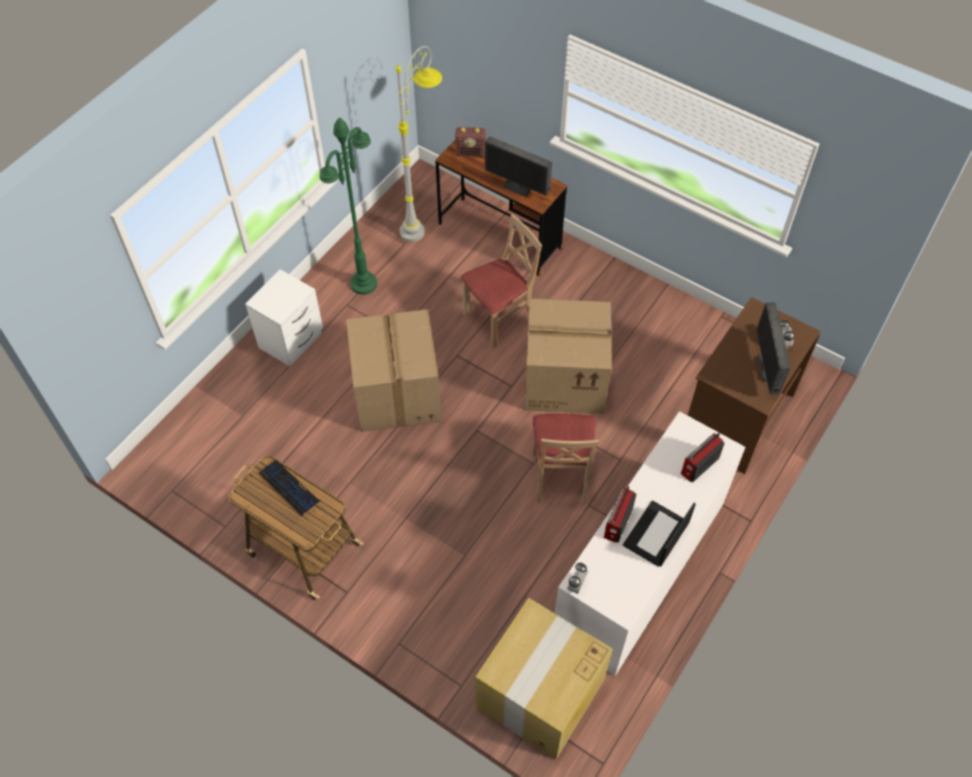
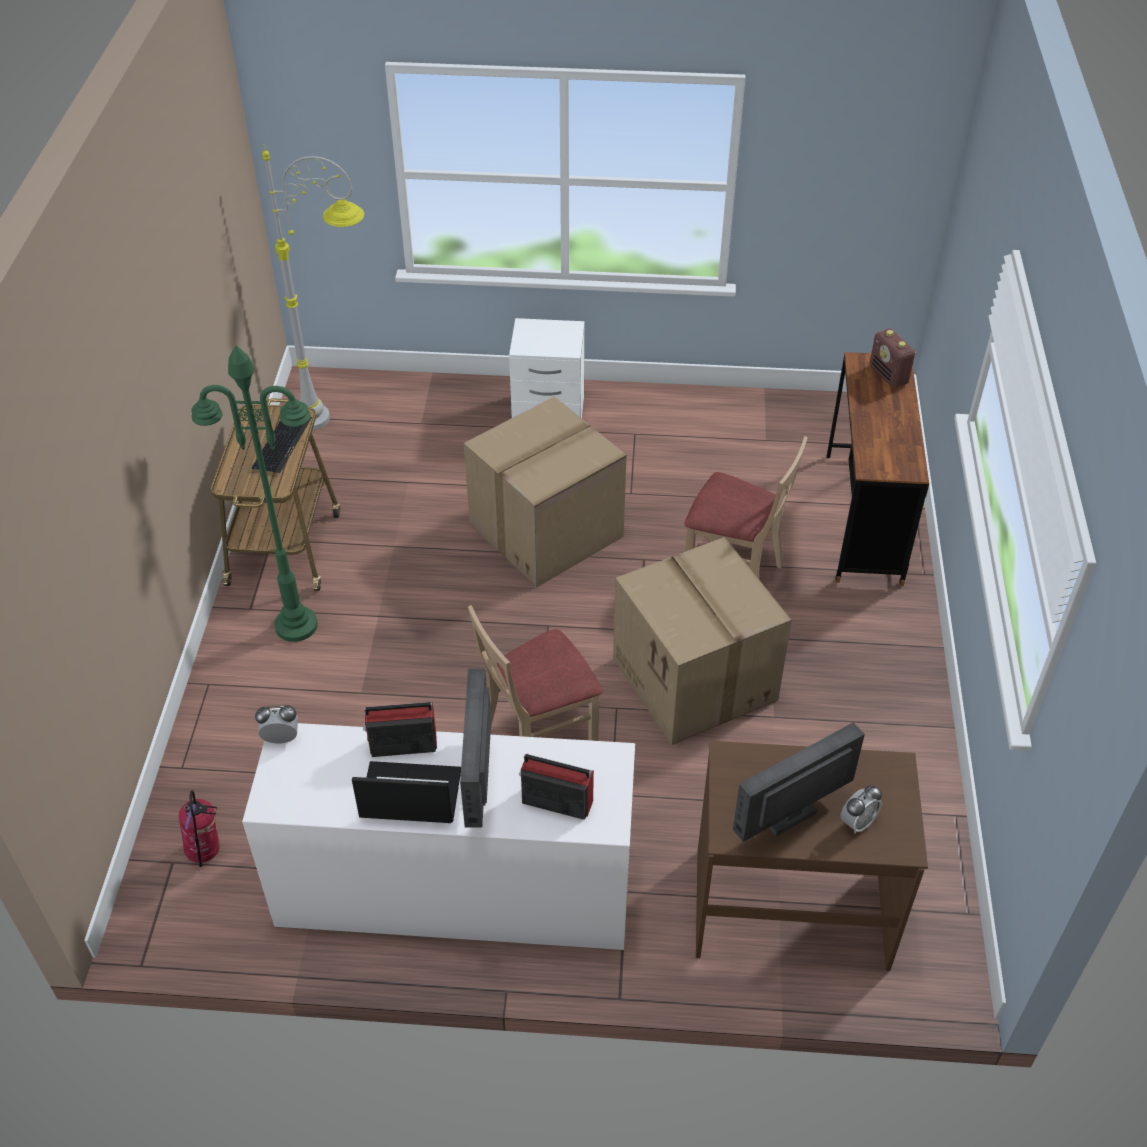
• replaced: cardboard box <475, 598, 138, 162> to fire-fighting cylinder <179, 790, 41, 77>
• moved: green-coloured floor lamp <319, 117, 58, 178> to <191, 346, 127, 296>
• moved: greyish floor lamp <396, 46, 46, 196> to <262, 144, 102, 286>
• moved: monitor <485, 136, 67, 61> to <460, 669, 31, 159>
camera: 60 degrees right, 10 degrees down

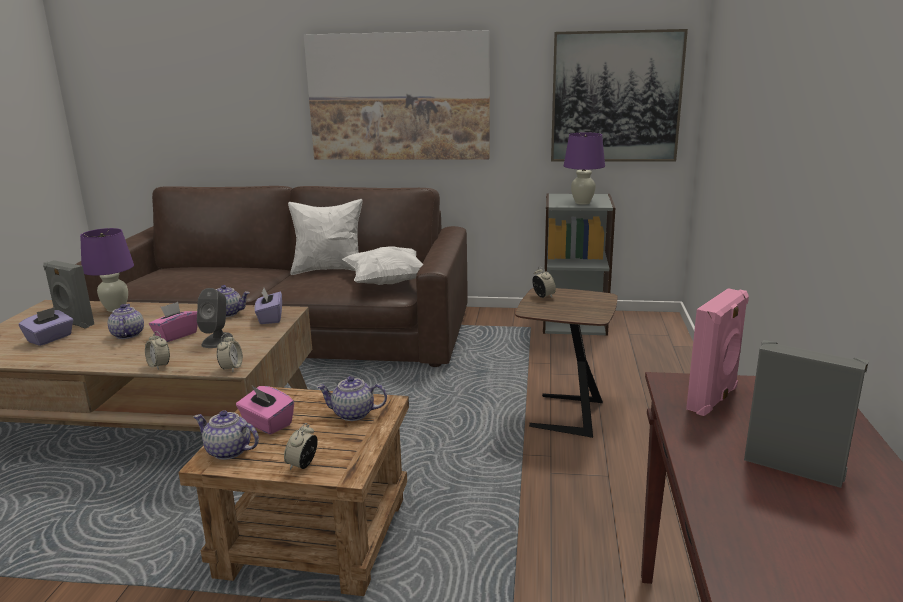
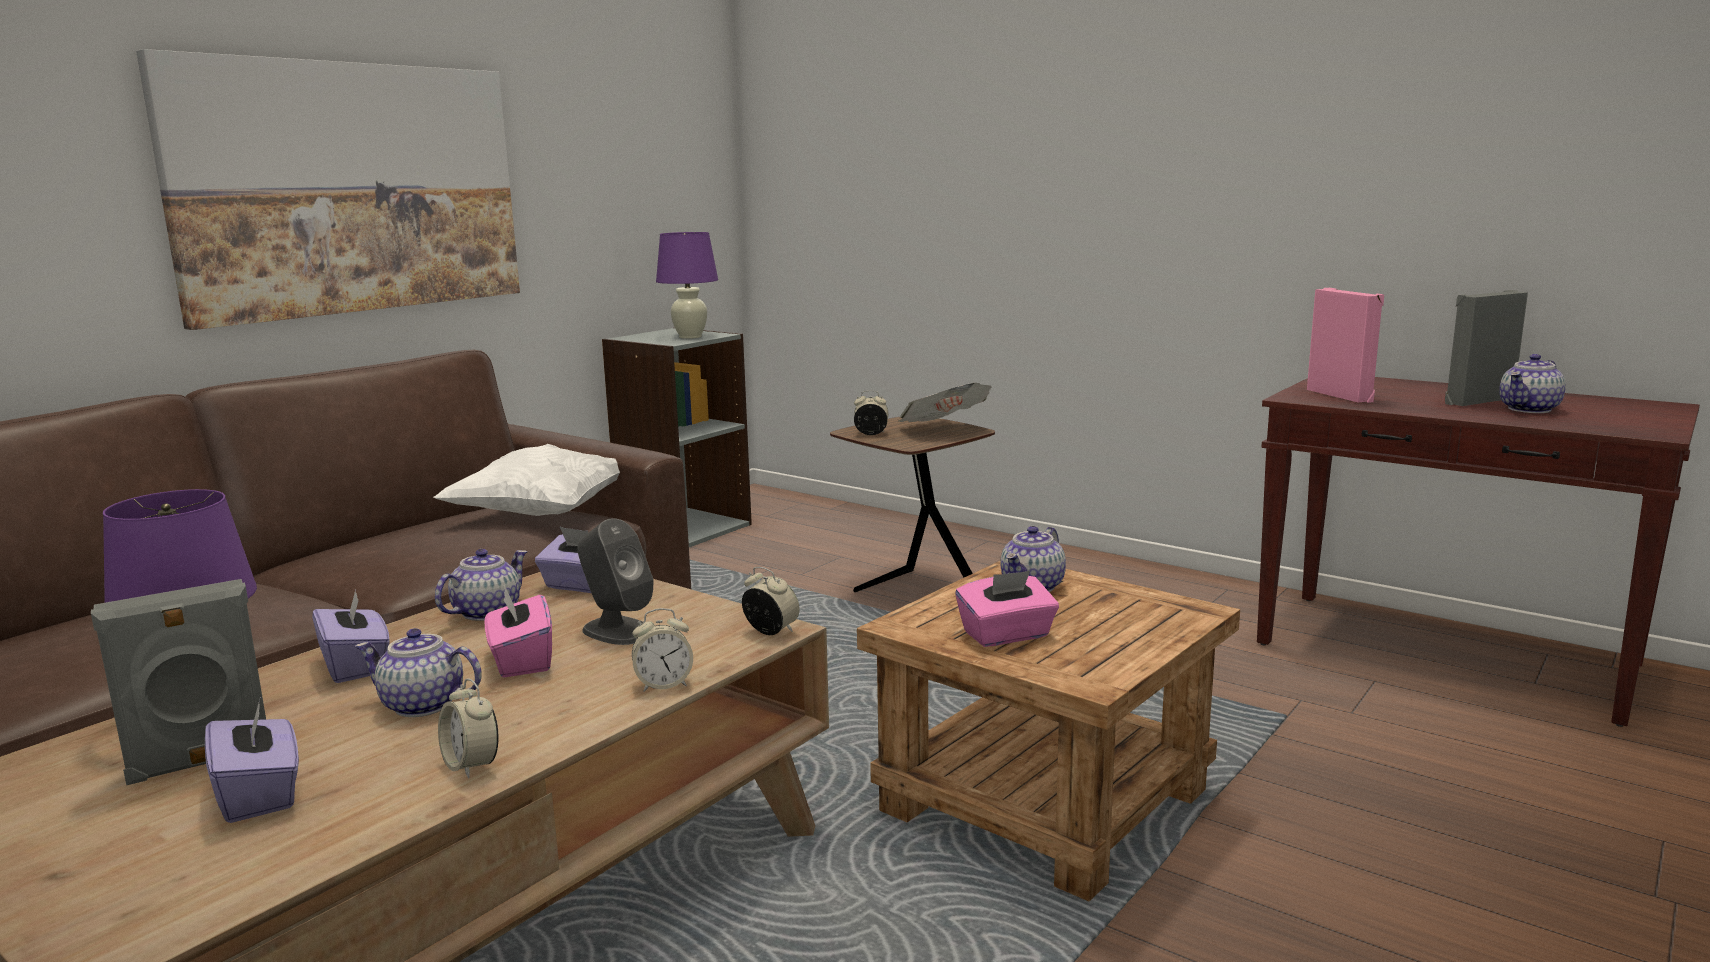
• added: purple-coloured tissue holder <312, 590, 78, 93>
• moved: bedside clock <284, 423, 34, 47> to <438, 678, 61, 100>
• added: daily paper <898, 383, 94, 39>
• moved: pot for tea <193, 410, 66, 50> to <1499, 354, 67, 59>
• removed: white-coloured cushion <288, 199, 74, 76>
• removed: wall picture <551, 29, 137, 133>
camera: 60 degrees left, 5 degrees down

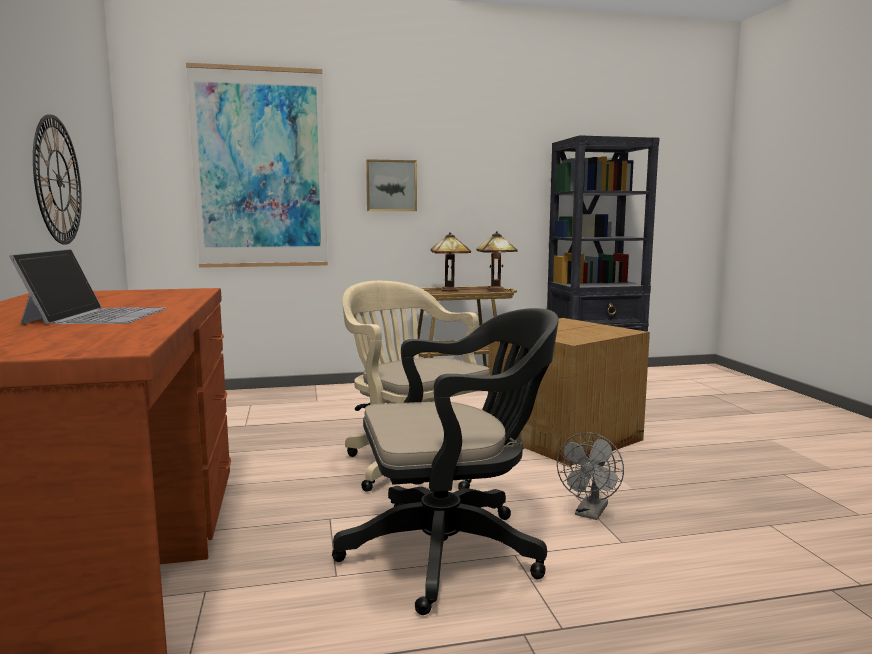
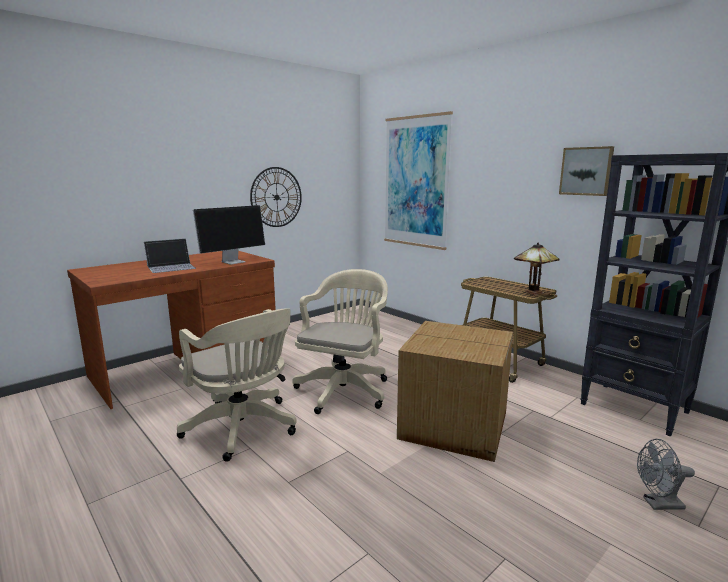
• recoloured: blackish desk chair <332, 308, 227, 307> to beige-coloured desk chair <177, 309, 120, 153>
• added: monitor <193, 205, 72, 60>
• moved: wall picture <366, 159, 51, 52> to <559, 146, 55, 50>
• moved: greyish cooling fan <557, 432, 67, 88> to <637, 439, 58, 71>
• removed: lamp for a table <430, 232, 41, 59>
camera: 60 degrees right, 5 degrees up

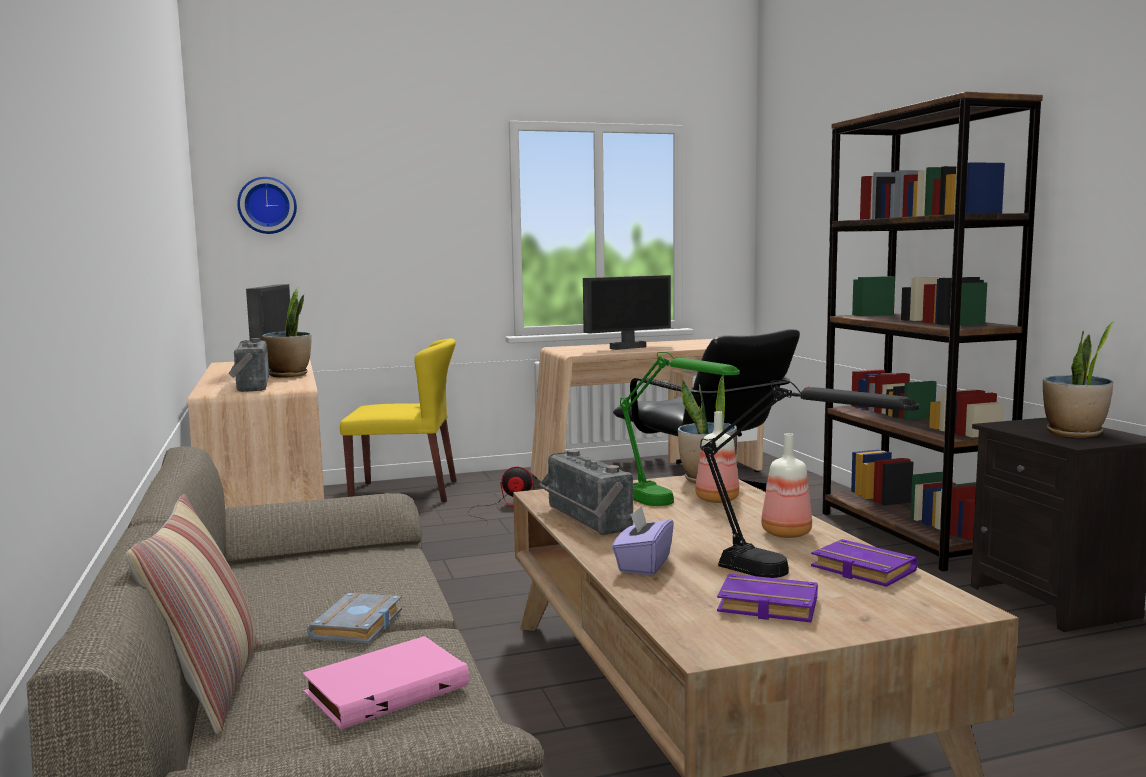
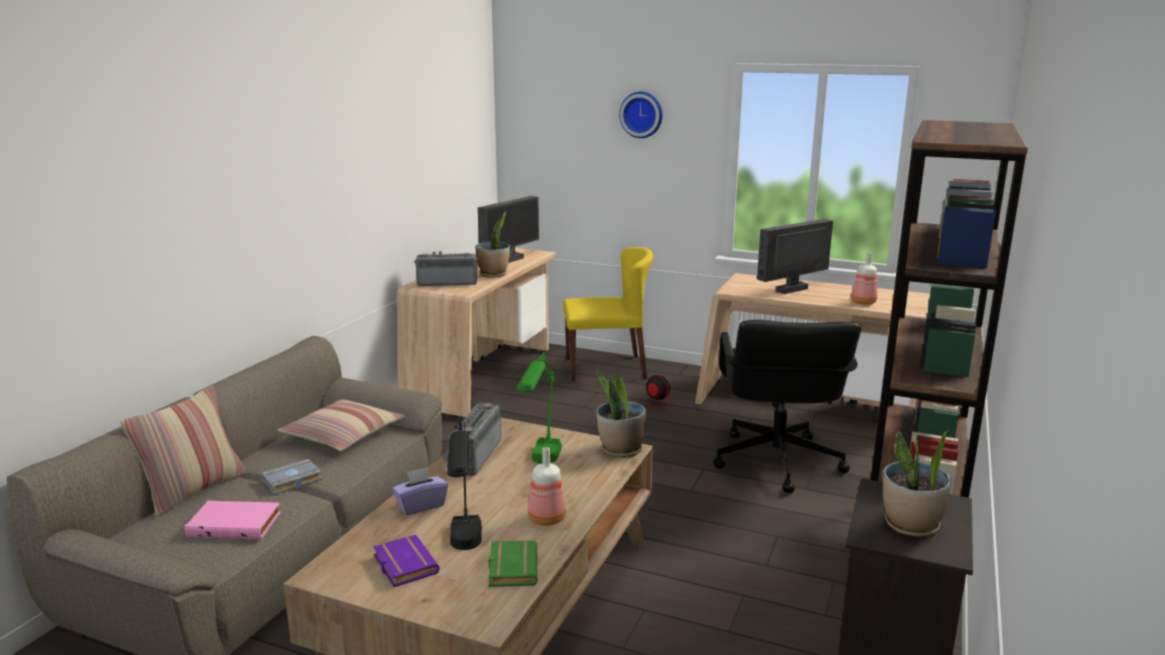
• added: cushion <277, 399, 128, 52>
• turned: radio set <228, 338, 41, 54> = <415, 251, 63, 35> 60 degrees clockwise
• recoloured: purple-coloured book <811, 539, 107, 48> to green-coloured book <489, 540, 49, 47>
• turned: yellow-coloured plain chair <340, 338, 116, 164> = <563, 247, 90, 135> 45 degrees counterclockwise
• moved: hanging clock <237, 177, 60, 57> to <619, 92, 43, 46>
• turned: monitor <583, 275, 88, 75> = <757, 219, 76, 75> 135 degrees clockwise
• moved: beverage bottle <695, 411, 44, 92> to <851, 252, 27, 53>
camera: 40 degrees right, 10 degrees up

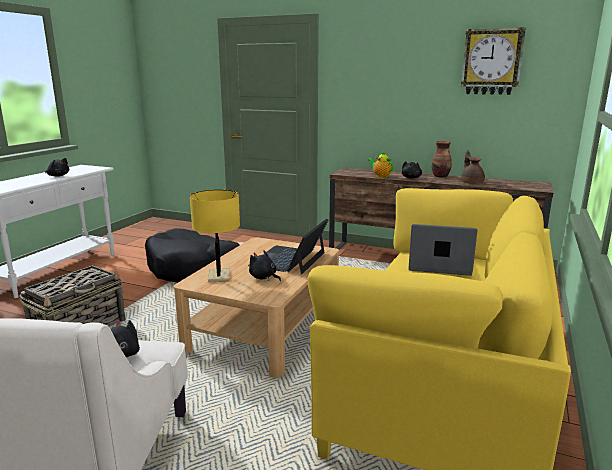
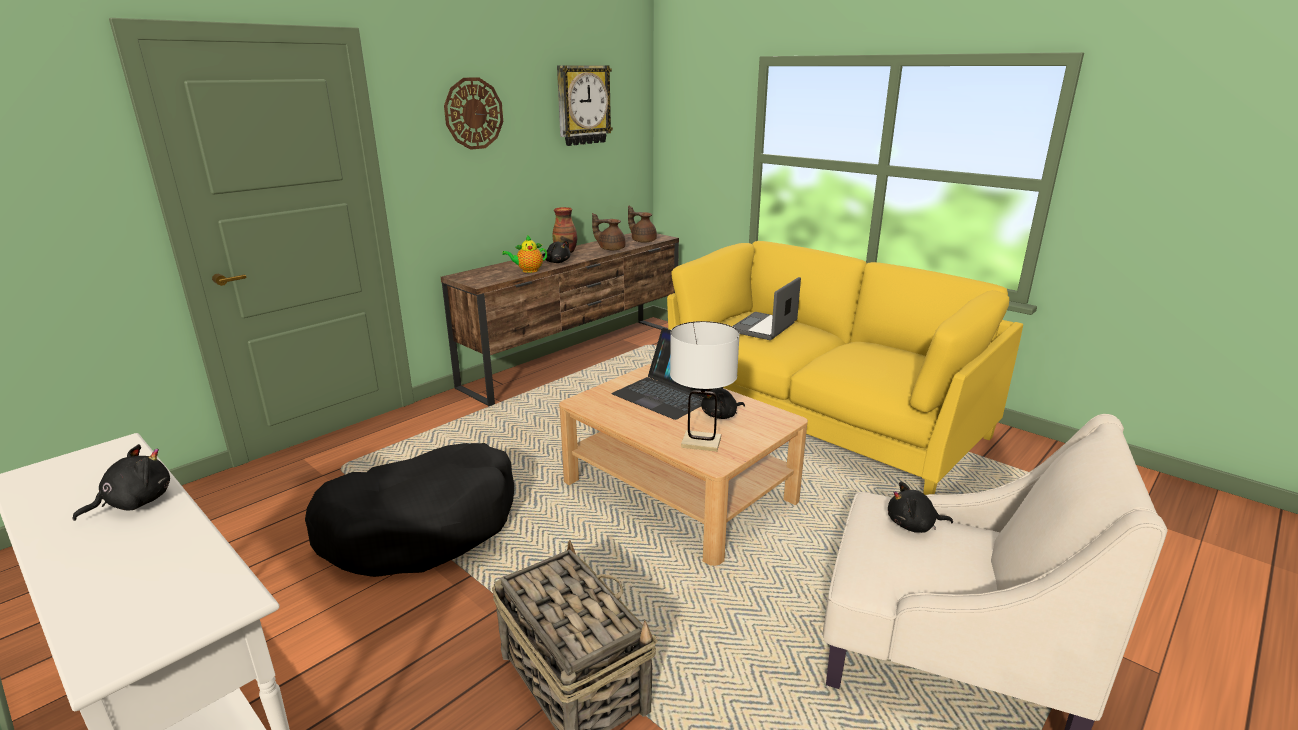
• added: hanging clock <444, 77, 59, 73>
• added: brownish pot for tea <628, 205, 29, 38>
• recoloured: yellow-coloured lamp for a table <190, 190, 50, 92> to white-coloured lamp for a table <670, 321, 70, 131>
camera: 70 degrees left, 5 degrees up

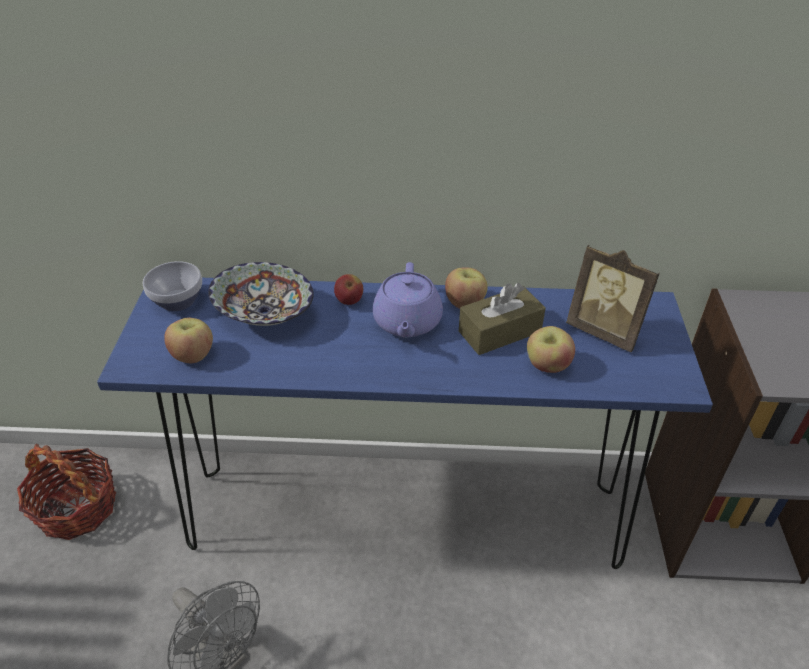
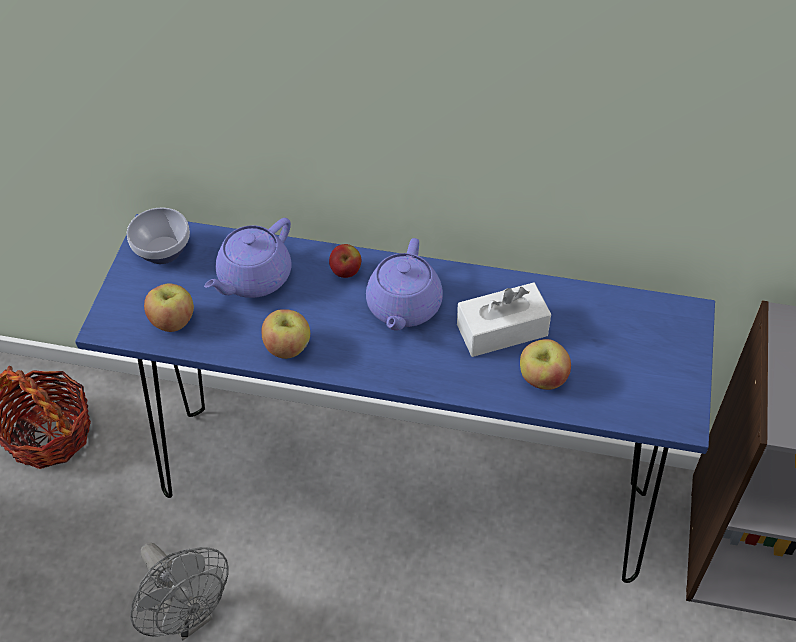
• replaced: bowl <208, 262, 106, 64> to purple-coloured pot for tea <204, 218, 87, 80>
• moved: apple fruit <445, 267, 42, 42> to <261, 309, 49, 50>
• recoloured: brownish tissue holder <459, 283, 87, 72> to white-coloured tissue holder <457, 282, 94, 75>
• removed: photo frame <566, 245, 94, 107>
camera: 10 degrees right, 10 degrees up

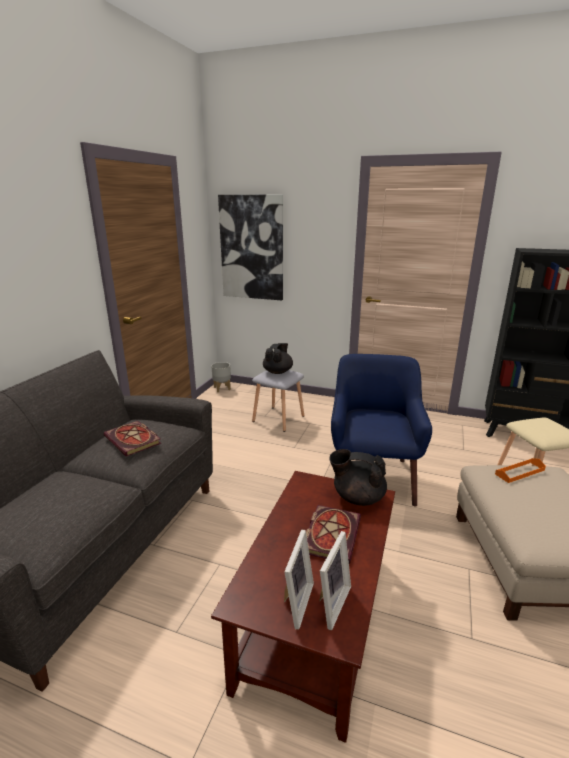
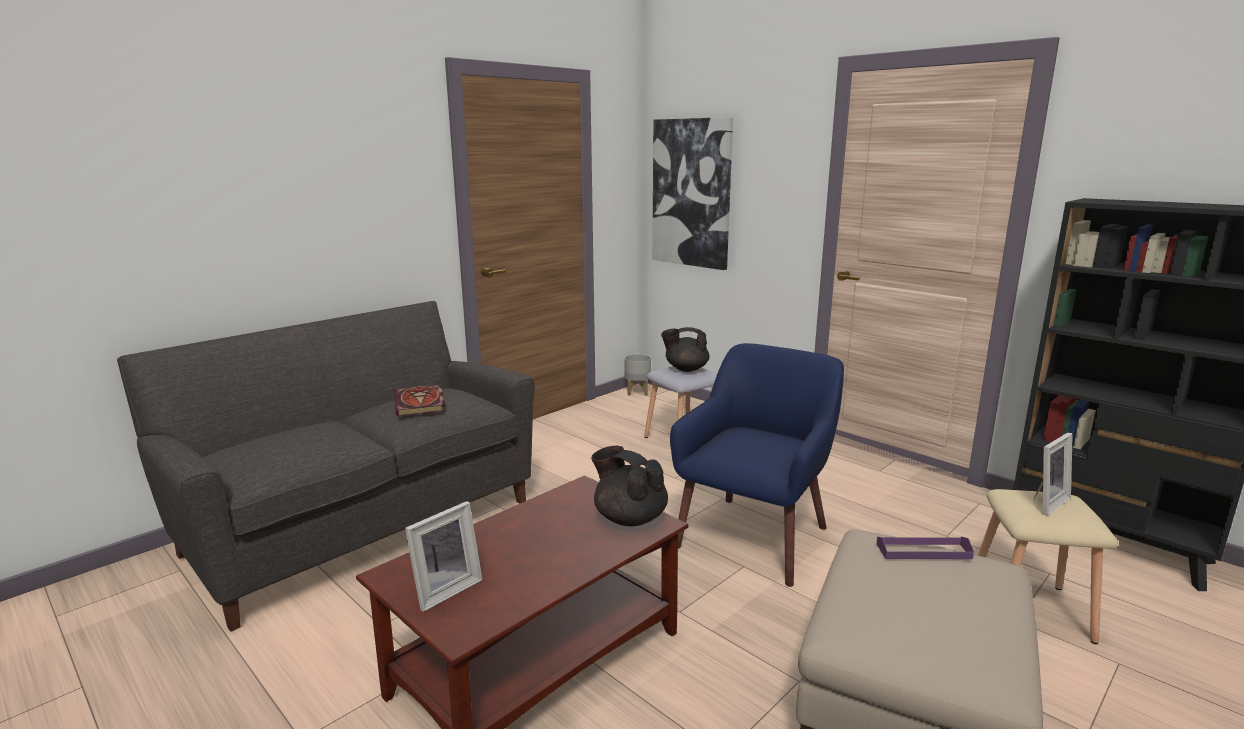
• turned: blackish pot for tea <263, 343, 30, 31> = <661, 327, 49, 45> 135 degrees counterclockwise
• recoloured: orangey carrying tray <495, 458, 51, 25> to purple-coloured carrying tray <876, 536, 98, 23>
• moved: photo frame <319, 531, 32, 99> to <1034, 433, 39, 82>
• removed: book <306, 505, 55, 59>
camera: 25 degrees right, 5 degrees down

